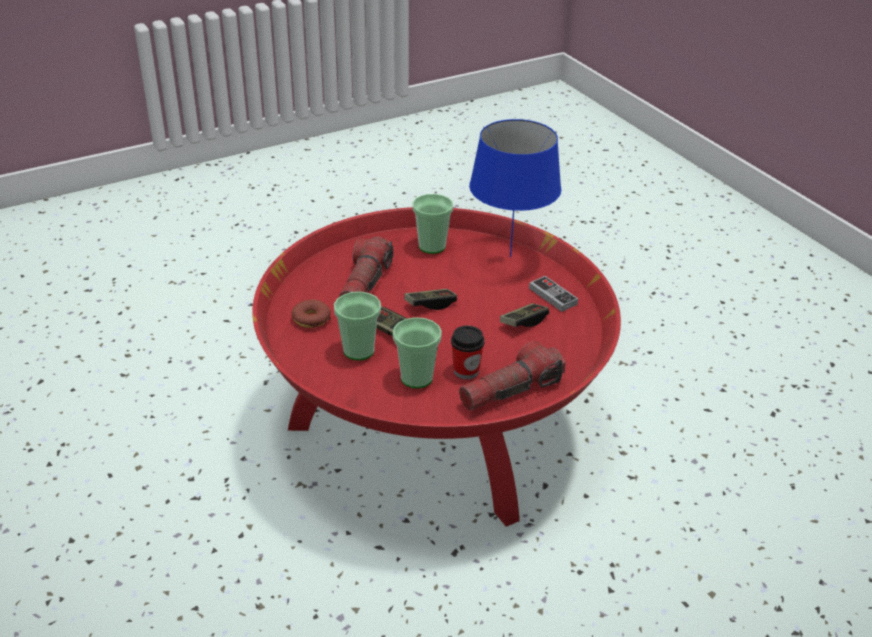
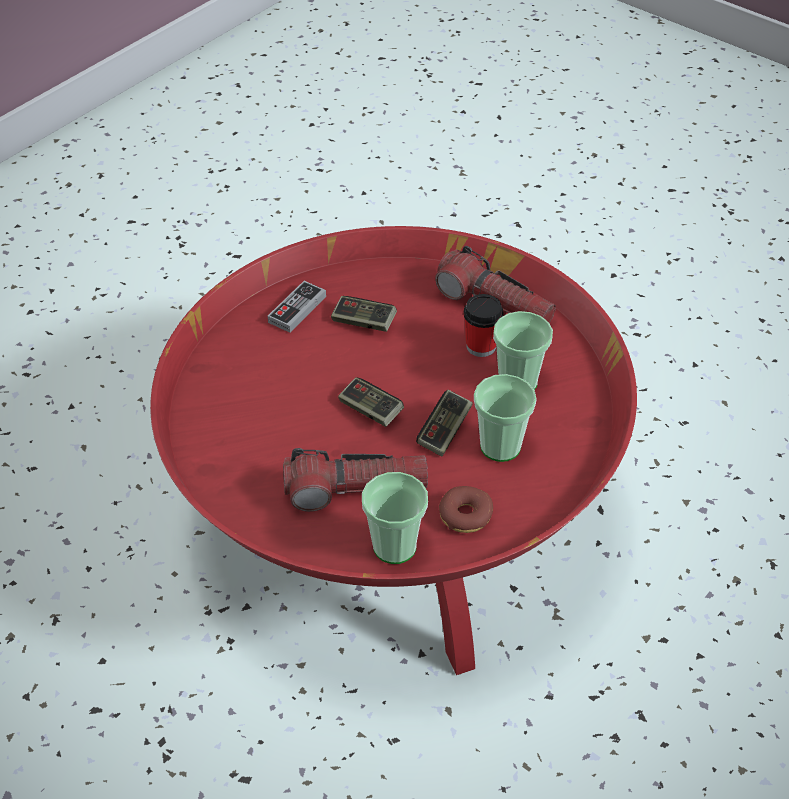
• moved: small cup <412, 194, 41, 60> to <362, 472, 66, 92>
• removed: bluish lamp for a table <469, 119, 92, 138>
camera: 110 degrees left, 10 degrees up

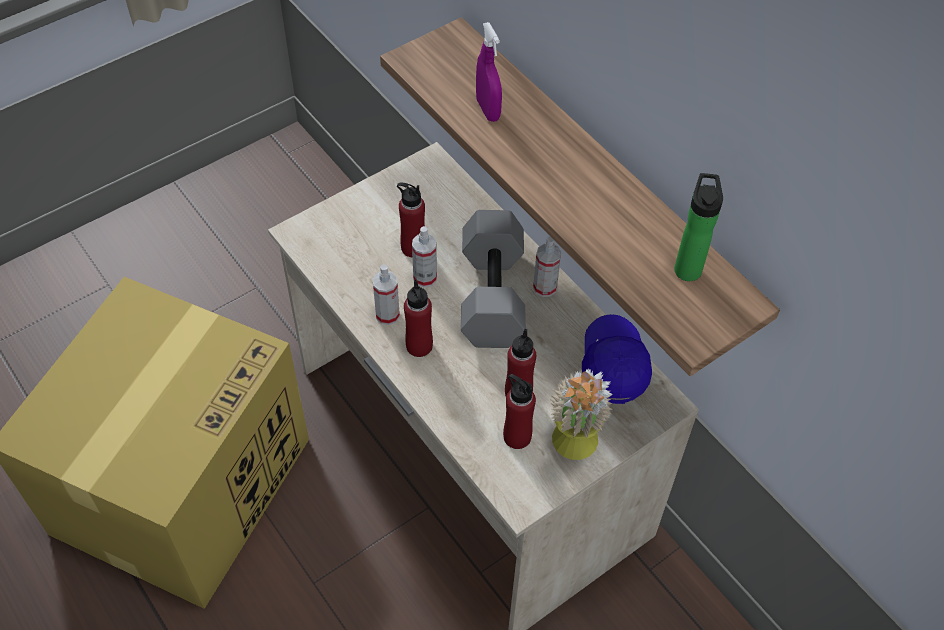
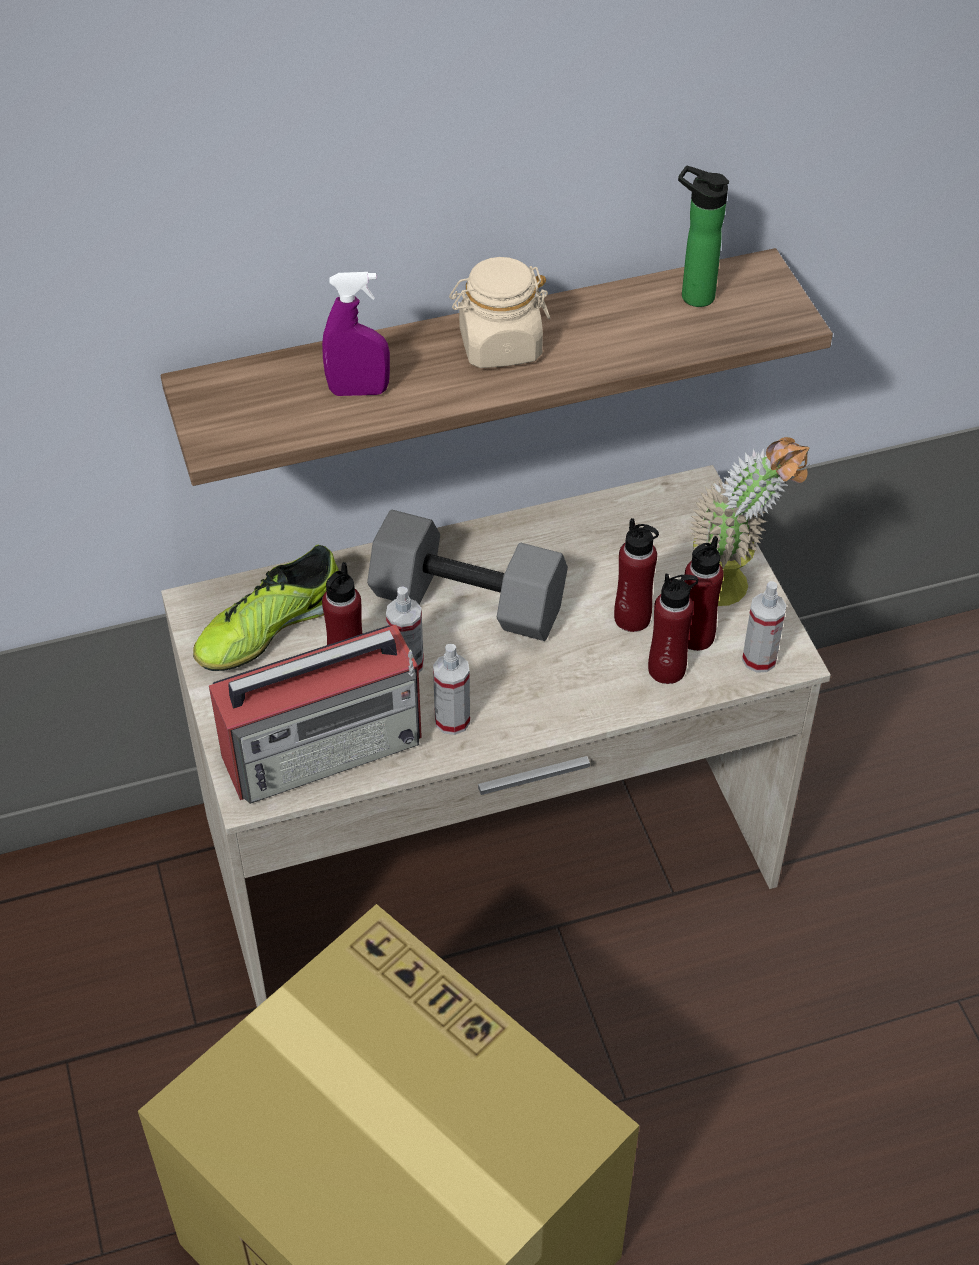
• added: low shoe <193, 545, 146, 126>
• added: radio set <209, 625, 213, 179>
• added: beige-coloured storage jar <449, 257, 101, 111>
• moved: reddish beverage bottle <404, 280, 29, 77> to <648, 574, 50, 110>
• moved: spray bottle <533, 236, 28, 61> to <742, 581, 45, 92>
• removed: bluish baseball cap <582, 314, 70, 90>
camera: 70 degrees left, 5 degrees down

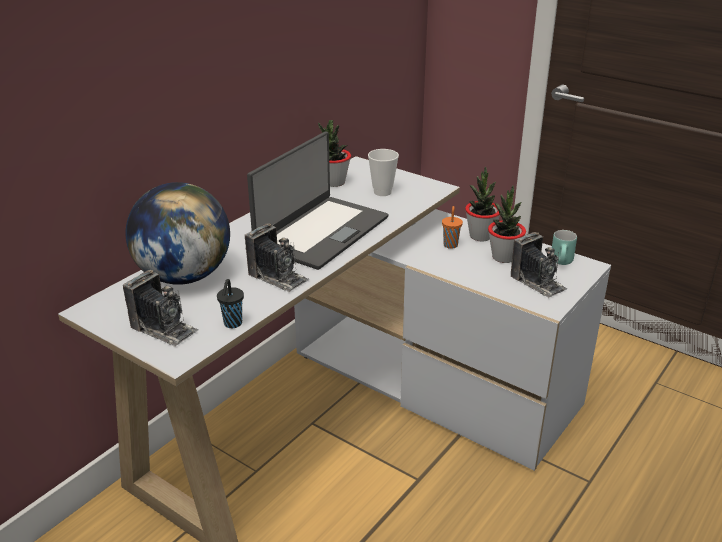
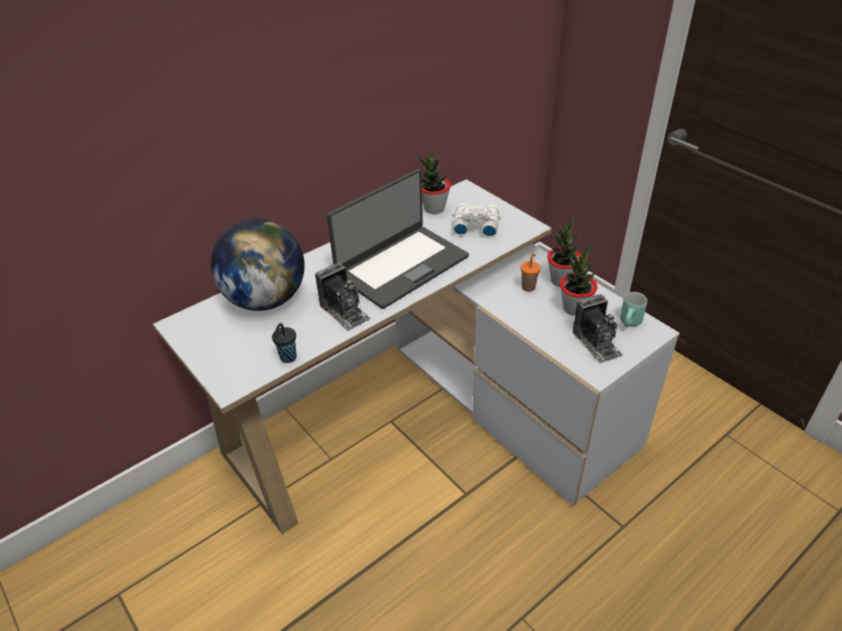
• replaced: small cup <368, 149, 31, 47> to white-coloured binoculars <452, 203, 49, 35>
• removed: still camera <123, 270, 76, 77>
camera: 15 degrees right, 10 degrees up

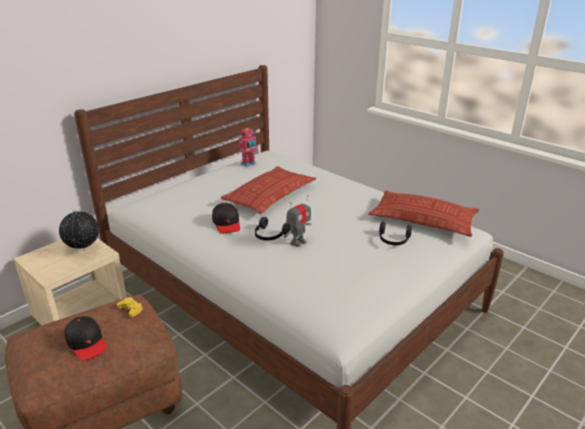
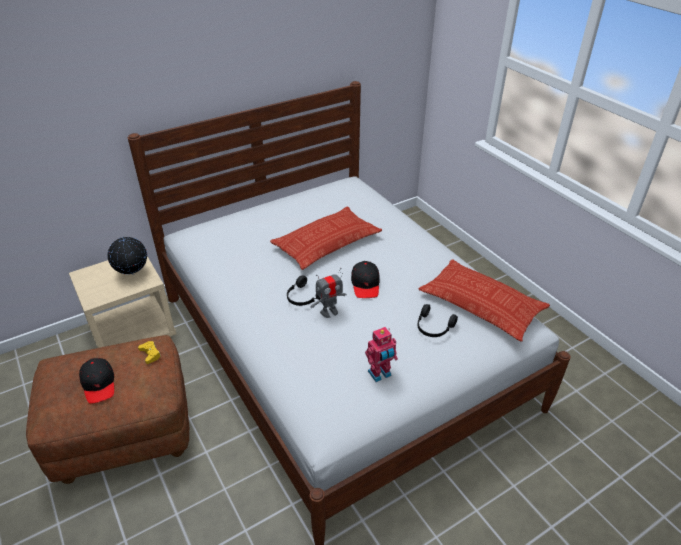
• moved: blackish baseball cap <212, 203, 28, 31> to <351, 261, 29, 37>
• moved: model robot <238, 127, 20, 40> to <365, 327, 33, 55>
camera: 15 degrees right, 10 degrees up

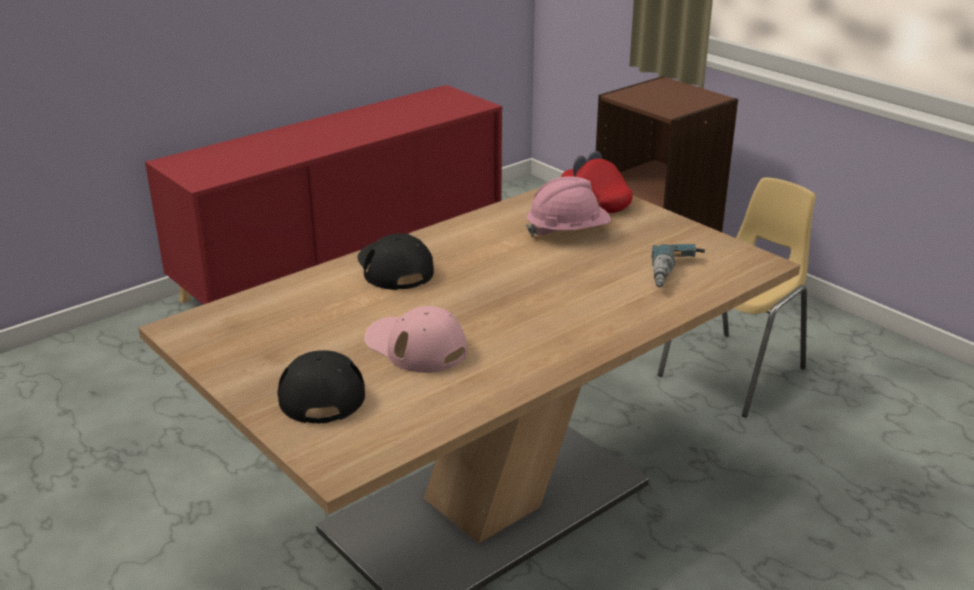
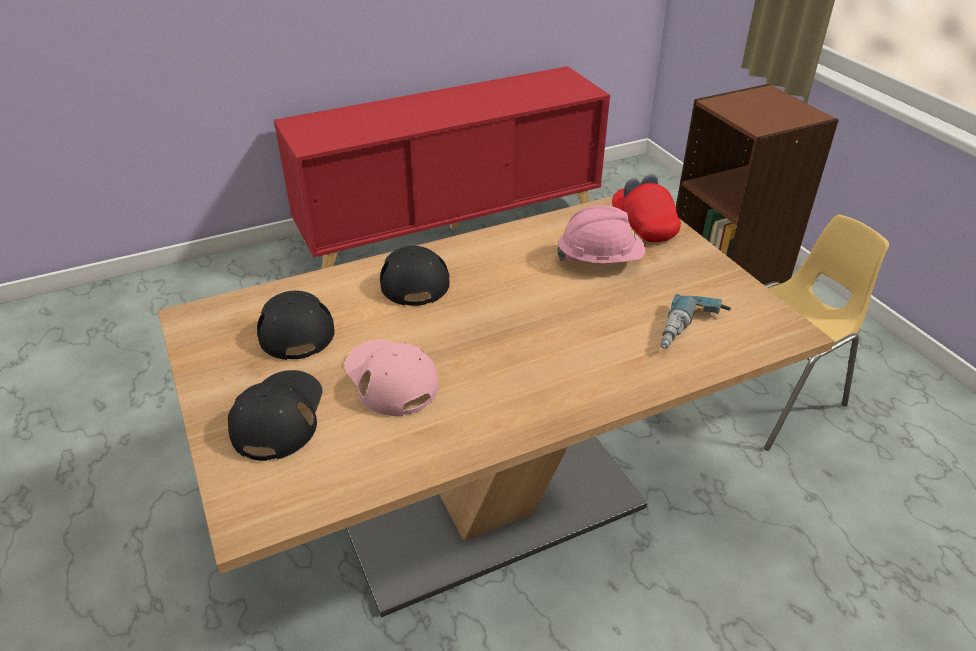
• added: blackish baseball cap <257, 291, 78, 69>
camera: 15 degrees right, 10 degrees up

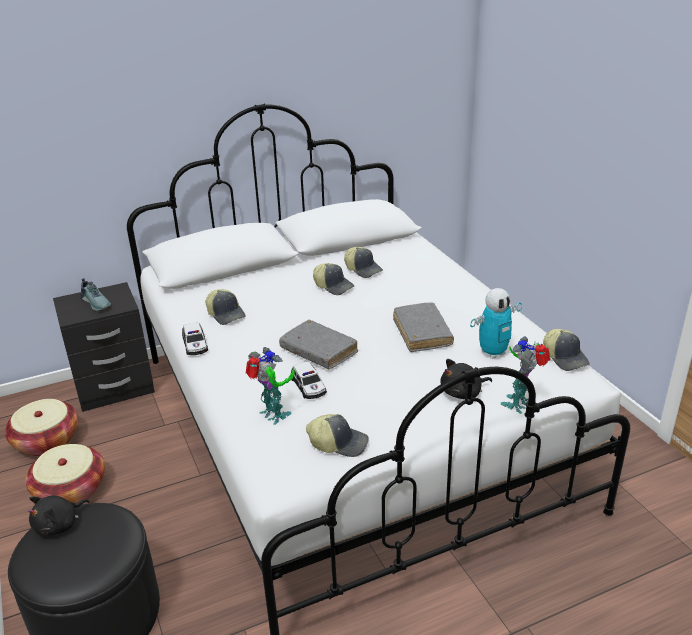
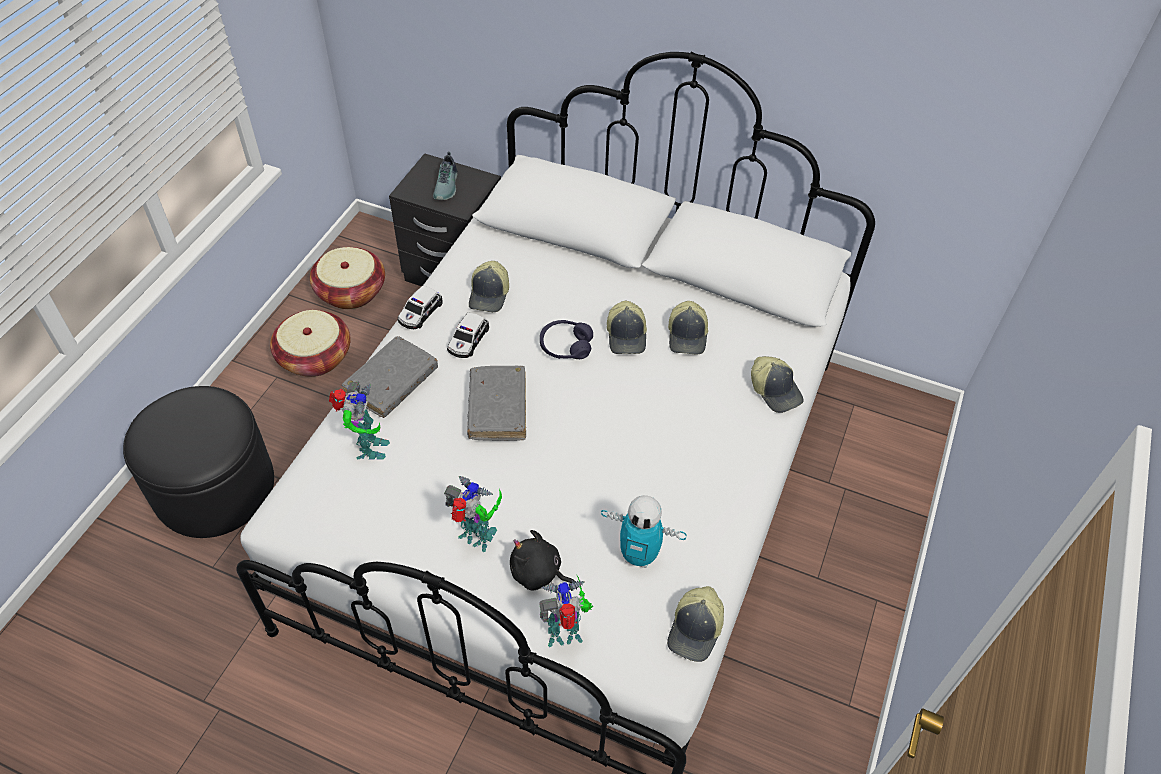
• moved: greyish book <393, 303, 61, 49> to <342, 336, 96, 82>
• added: model robot <444, 476, 58, 76>
• moved: toy car <291, 362, 36, 37> to <447, 312, 42, 46>
• added: purple-coloured headset <540, 320, 53, 39>
• moved: baseball cap <306, 414, 63, 43> to <751, 356, 52, 57>
• removed: blackish cuddly toy <28, 495, 61, 40>
camera: 45 degrees right, 20 degrees up

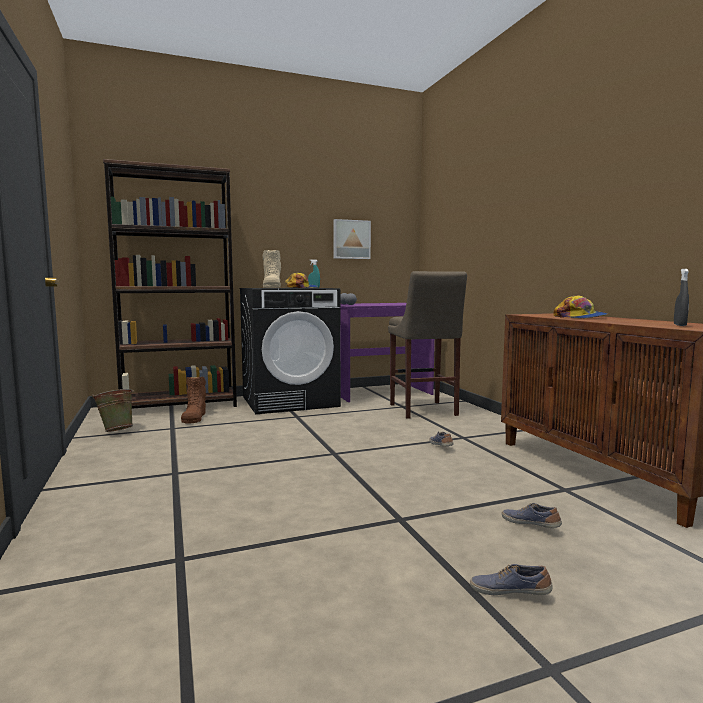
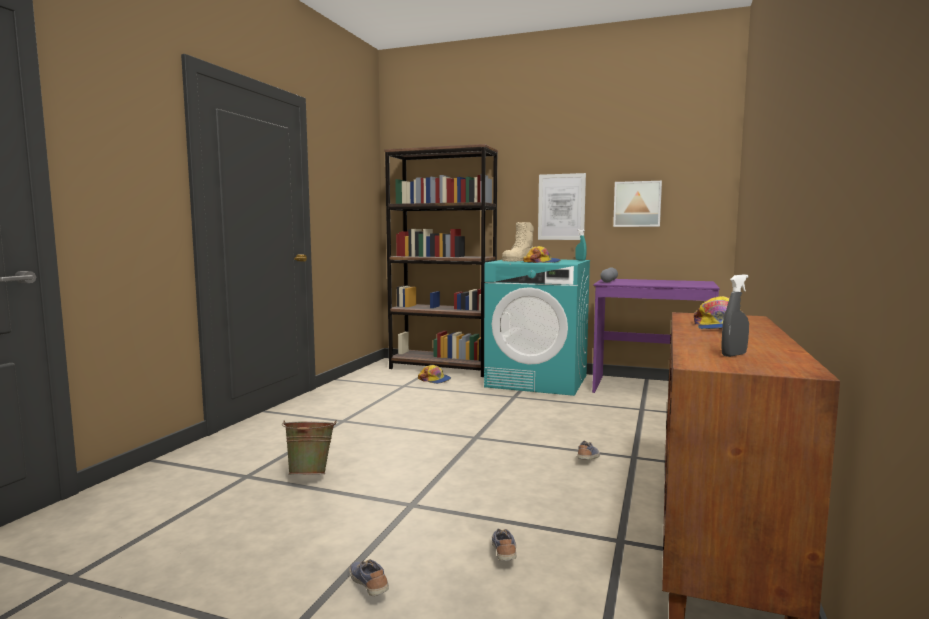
• moved: green-coloured bucket <92, 389, 42, 43> to <282, 420, 54, 55>
• replaced: brownish high-top boot <181, 377, 25, 47> to baseball cap <418, 365, 33, 19>
• recoloured: blackish laundry appliance <240, 288, 101, 126> to turquoise-coloured laundry appliance <484, 260, 106, 136>
• added: wall picture <538, 173, 48, 67>
• removed: beige-coloured stool <388, 271, 79, 148>
camera: 40 degrees right, 0 degrees up

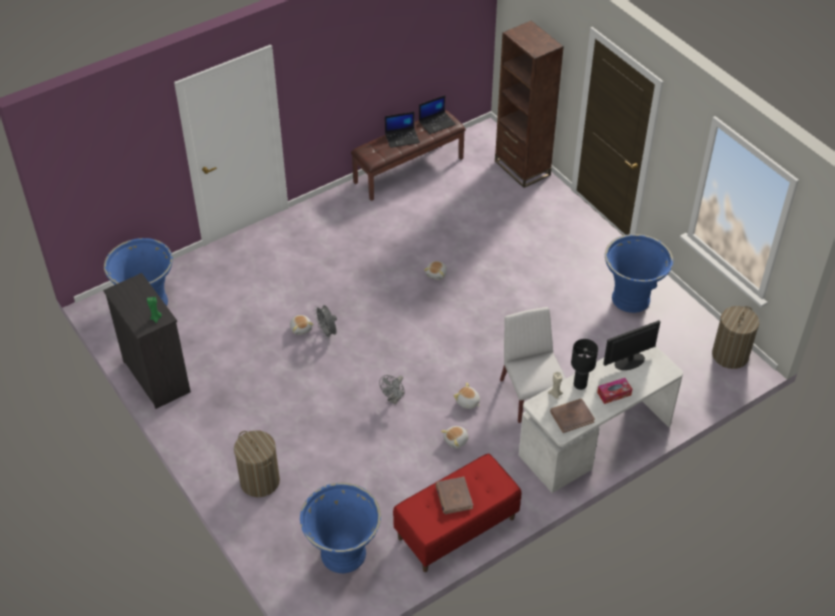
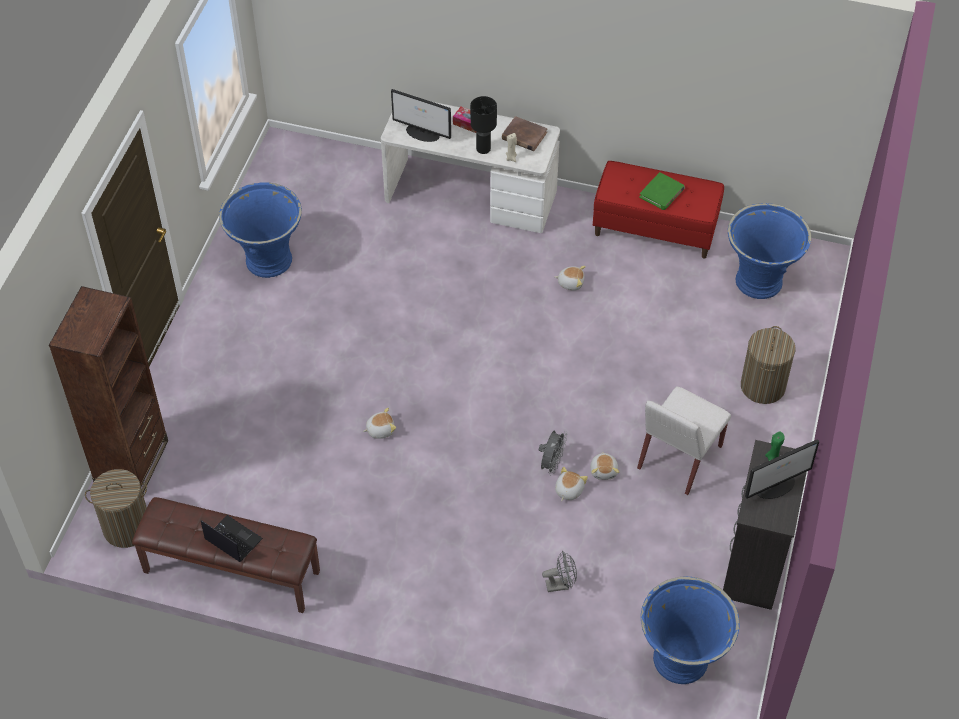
• moved: washing basket <712, 306, 47, 63> to <85, 469, 62, 79>
• moved: greyish cooling fan <379, 375, 26, 30> to <542, 551, 35, 41>
• moved: cuddly toy <453, 382, 27, 27> to <590, 452, 29, 28>
• moved: white-coloured plain chair <500, 307, 66, 116> to <637, 386, 94, 109>
• recoloured: brownish book <435, 477, 38, 37> to green-coloured book <639, 172, 46, 38>
• added: monitor <745, 439, 74, 60>
• removed: portable computer <419, 95, 37, 39>
camera: 130 degrees left, 5 degrees up

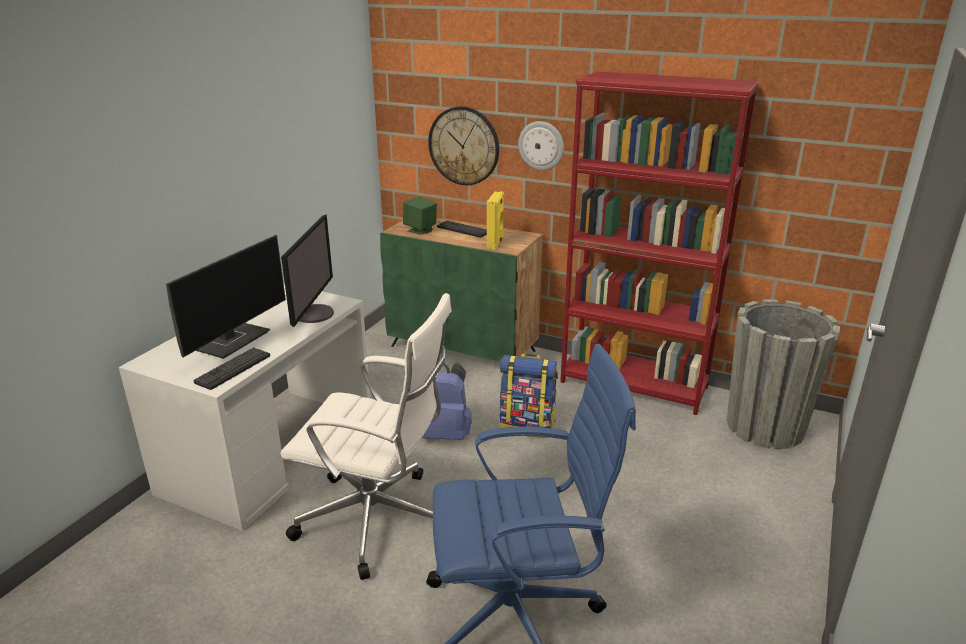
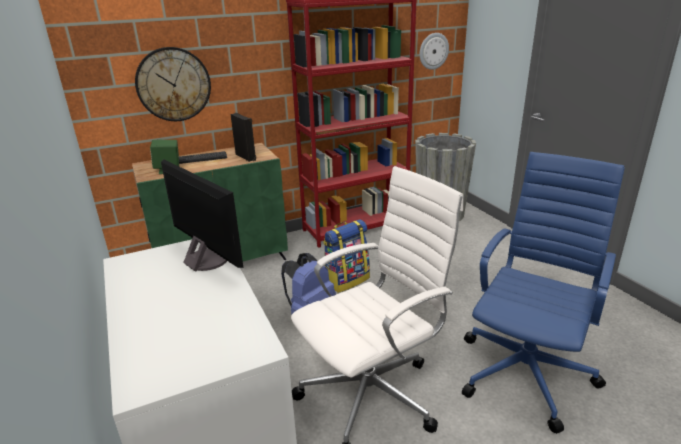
• recoloured: yellow-coloured loudspeaker <487, 191, 17, 58> to blackish loudspeaker <230, 113, 26, 49>
• moved: hanging clock <518, 121, 46, 49> to <420, 33, 29, 37>
• removed: monitor <166, 235, 120, 124>
• removed: computer keyboard <193, 347, 77, 43>
camera: 50 degrees left, 0 degrees up

